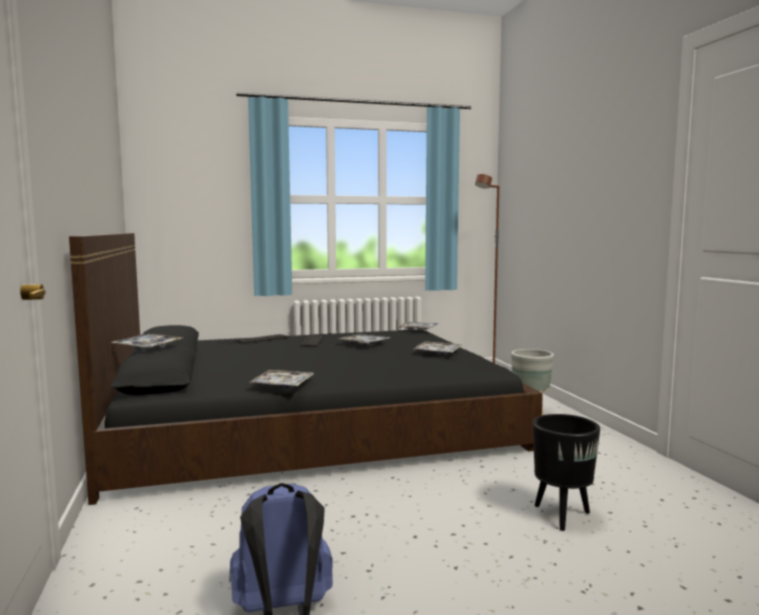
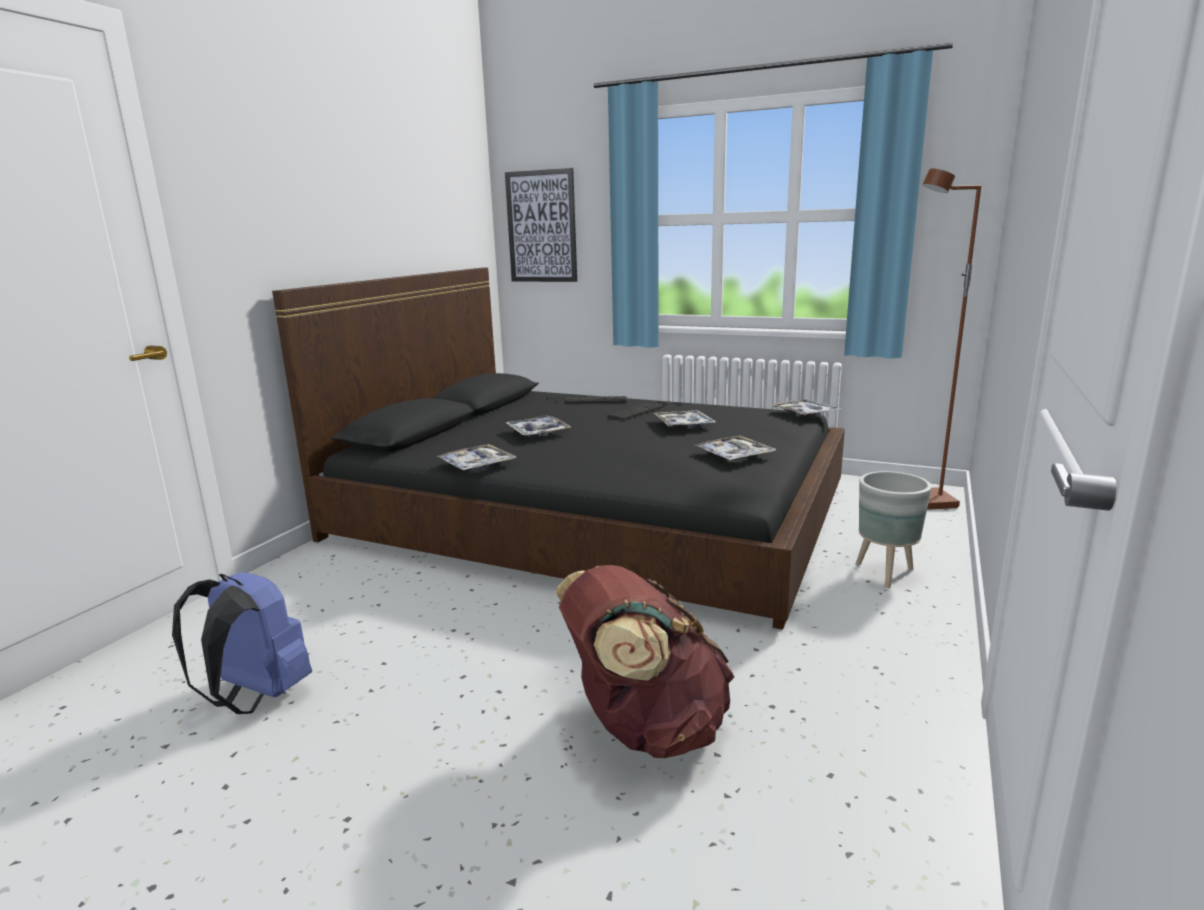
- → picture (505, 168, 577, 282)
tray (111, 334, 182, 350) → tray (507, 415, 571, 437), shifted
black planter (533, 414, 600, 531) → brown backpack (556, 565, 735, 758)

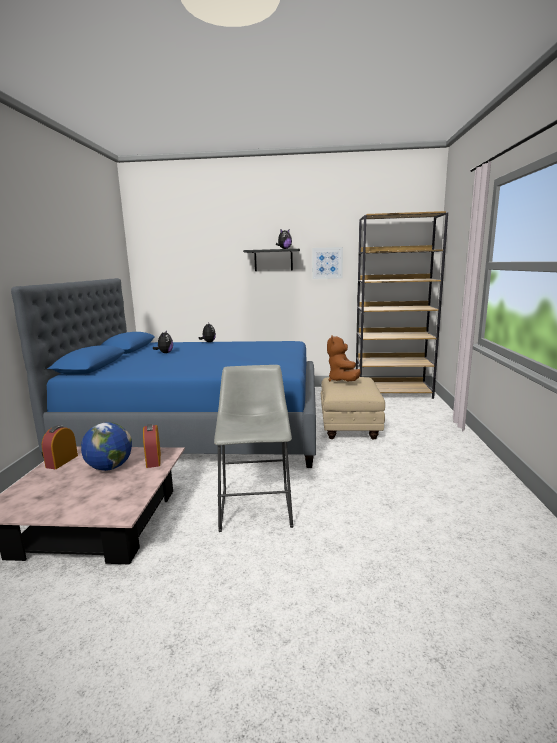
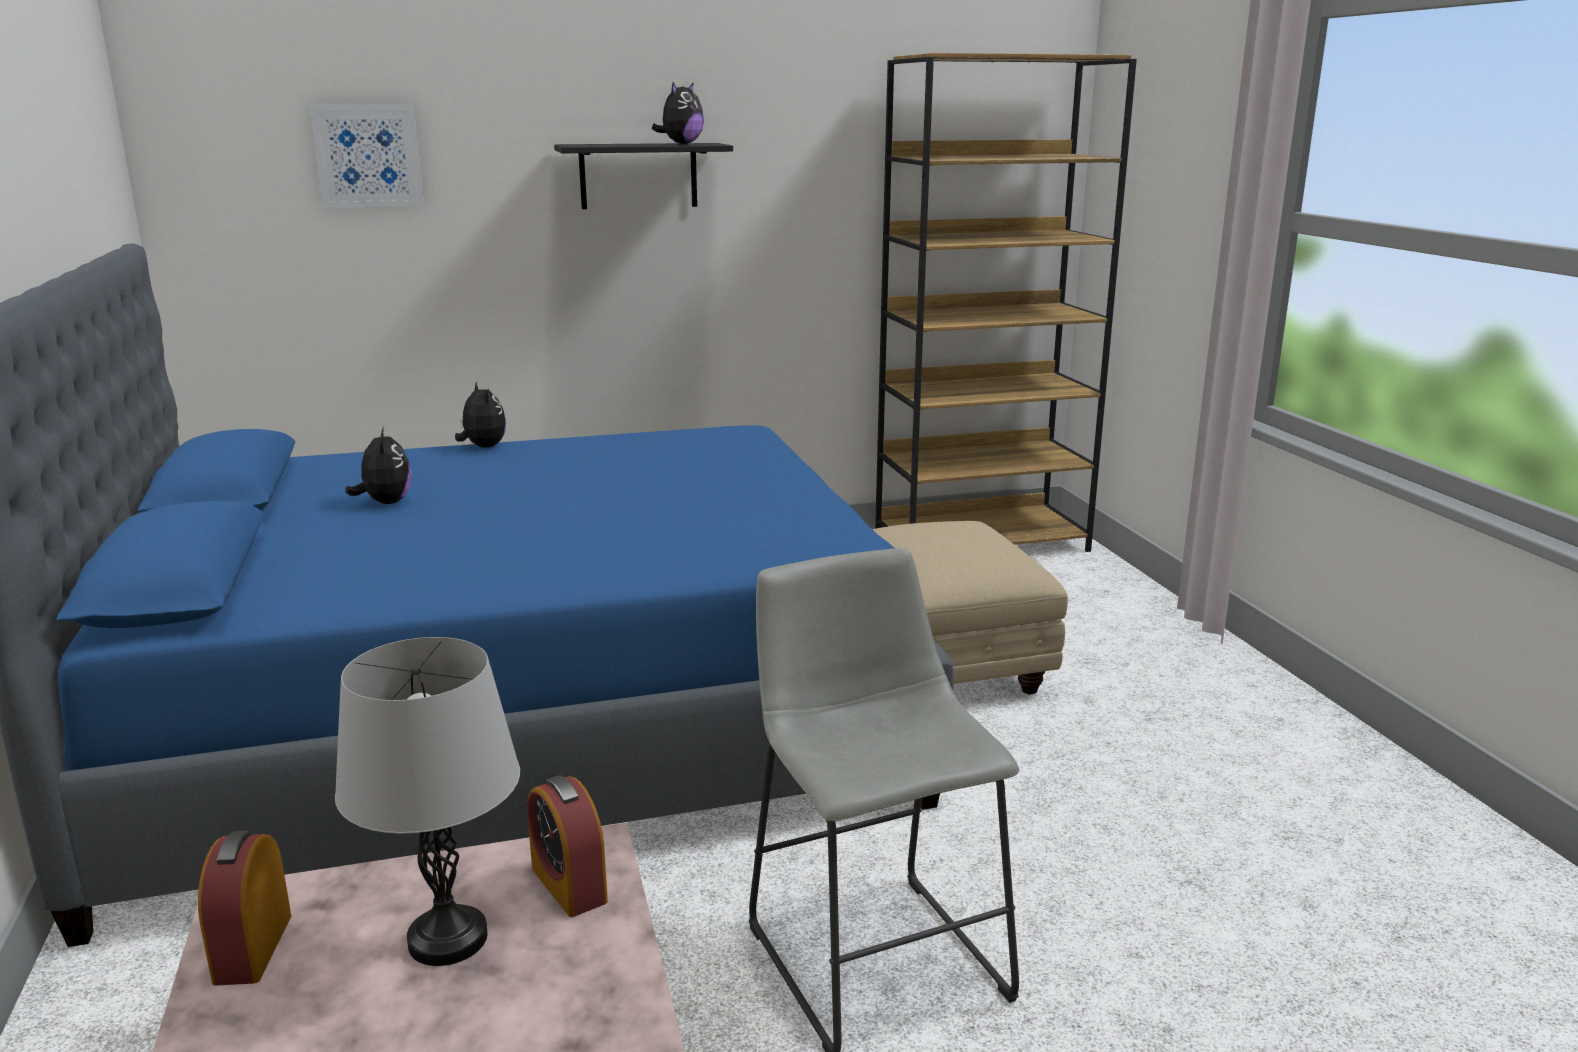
picture (312, 247, 343, 279) → picture (310, 105, 424, 208), shifted
globe (81, 422, 132, 471) → grey table lamp (335, 637, 520, 966)
brown plush toy (327, 335, 361, 381) → -

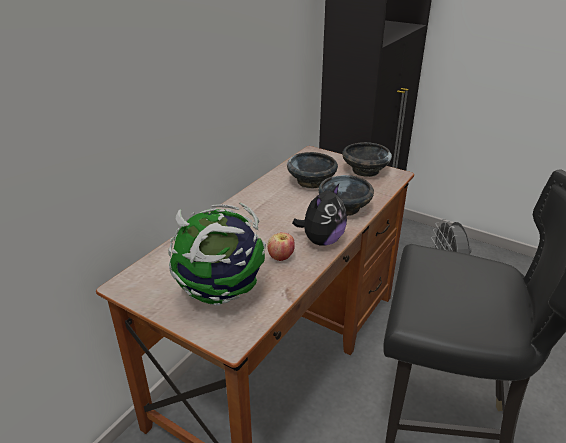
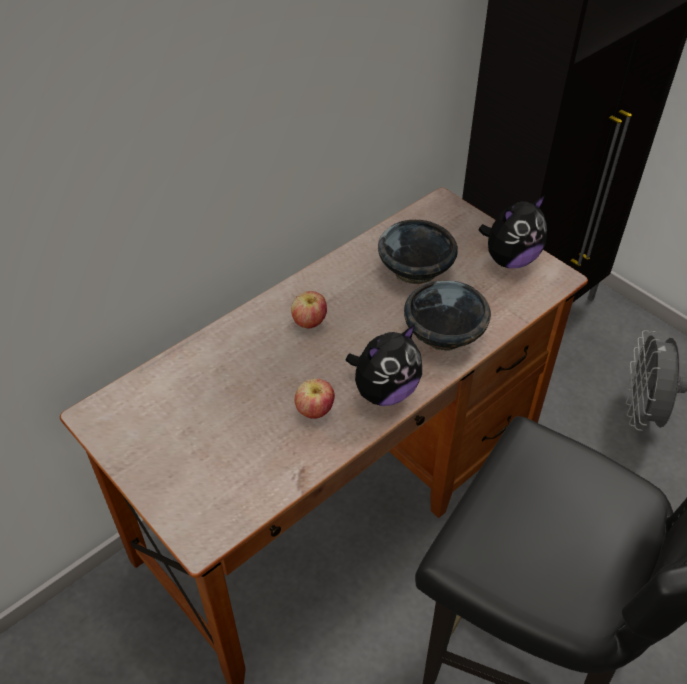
- → apple (291, 291, 327, 329)
black bowl (342, 142, 392, 177) → plush toy (478, 195, 547, 268)
globe (168, 203, 266, 306) → -

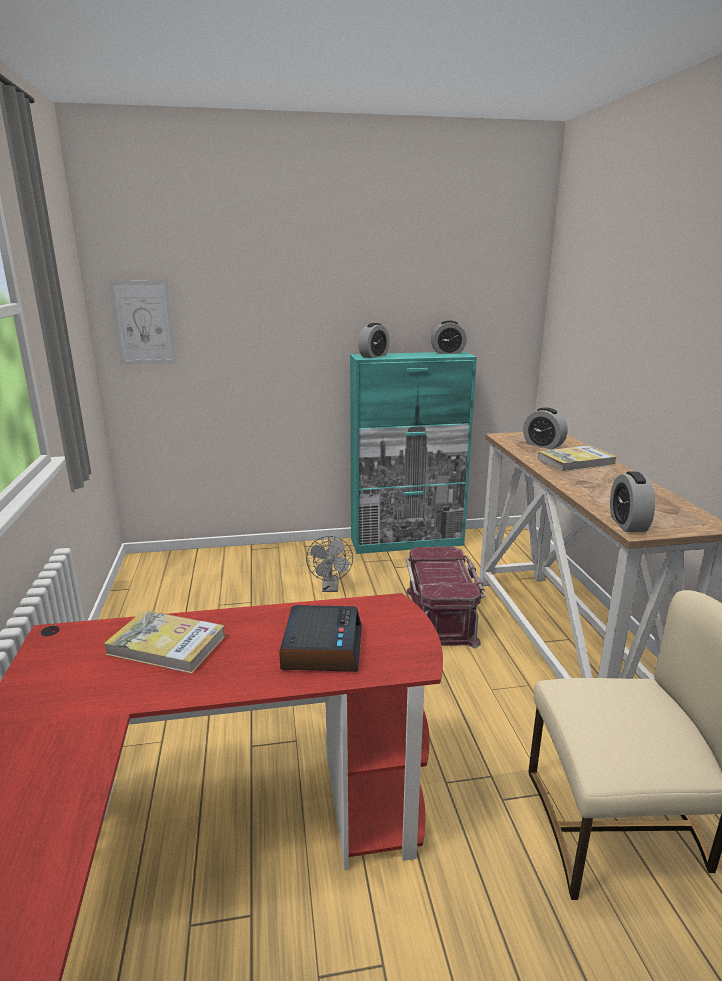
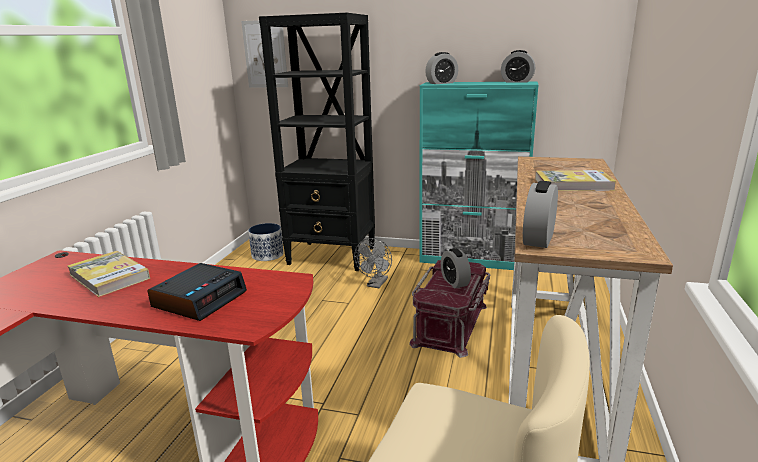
- → planter (248, 223, 284, 261)
- → black bookcase (259, 13, 375, 271)
alarm clock (523, 407, 568, 450) → alarm clock (441, 248, 471, 288), shifted

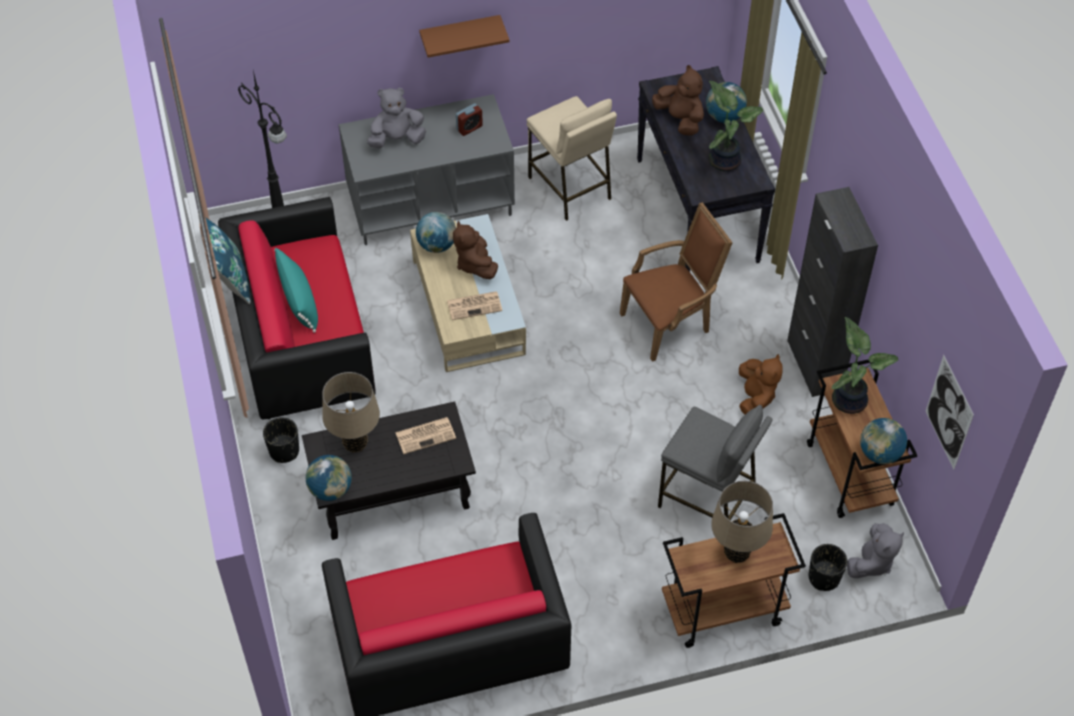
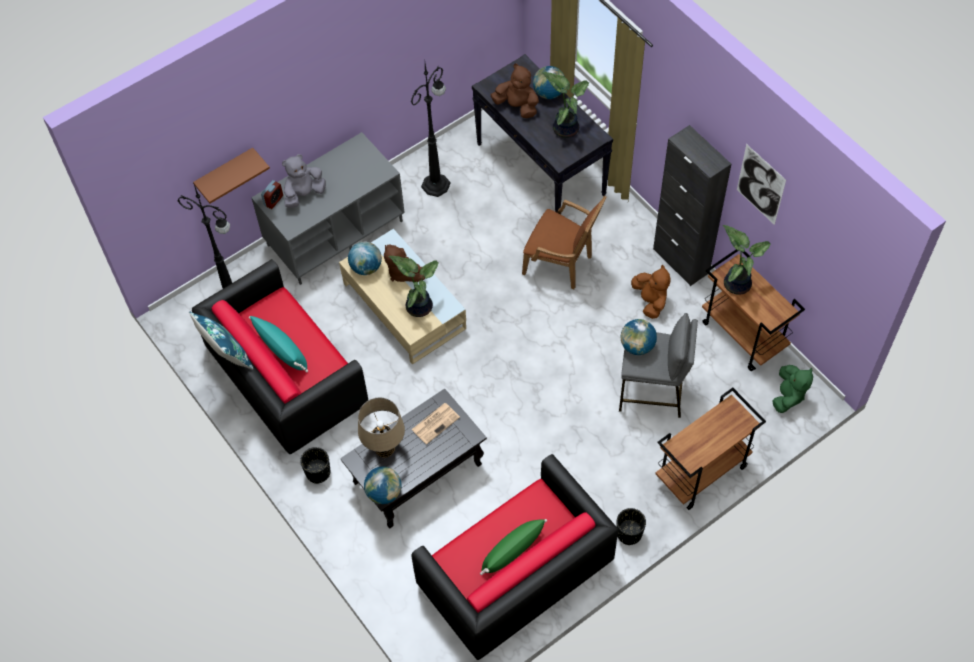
brown shelf (419, 15, 509, 58) → brown shelf (193, 148, 270, 203), shifted
alarm clock (456, 103, 483, 136) → alarm clock (261, 180, 283, 209), shifted
newspaper (447, 291, 502, 320) → potted plant (389, 256, 439, 317)
beige stool (527, 96, 617, 221) → black floor lamp (411, 63, 450, 197)
- → green pillow (480, 519, 547, 575)
brown armchair (620, 202, 733, 362) → brown armchair (522, 195, 607, 290), 75 degrees clockwise
black planter (809, 544, 847, 591) → black planter (617, 508, 646, 545), shifted
globe (860, 418, 907, 464) → globe (621, 319, 657, 355), shifted
picture (925, 355, 974, 469) → picture (737, 144, 786, 225), shifted
grey plush toy (847, 523, 904, 578) → green plush toy (772, 365, 813, 413)
beige table lamp (711, 481, 773, 563) → -

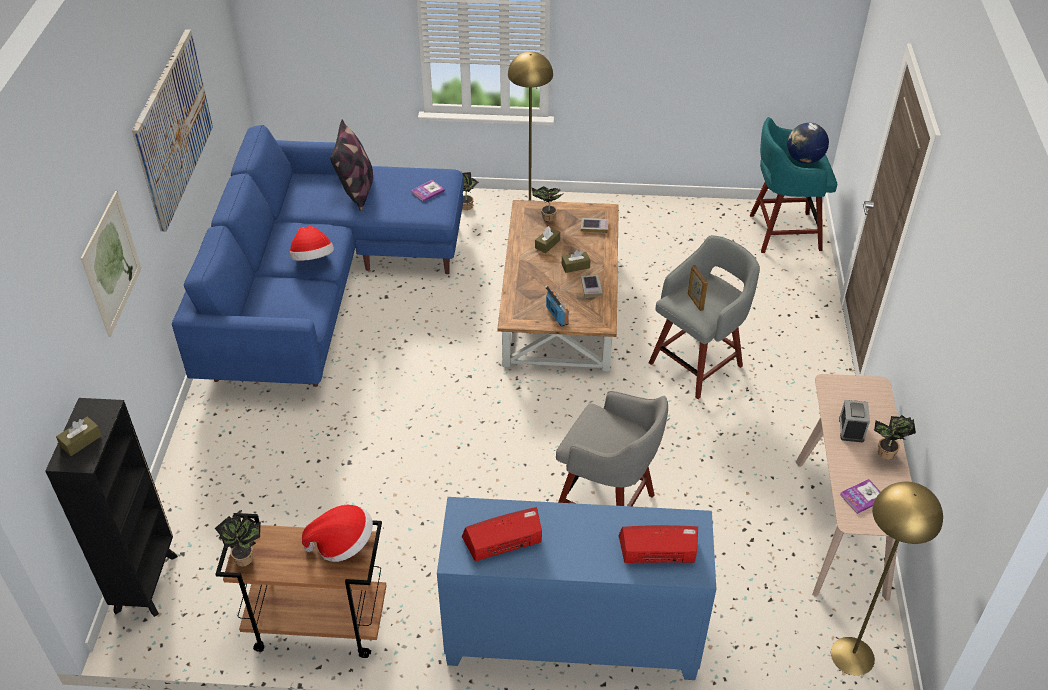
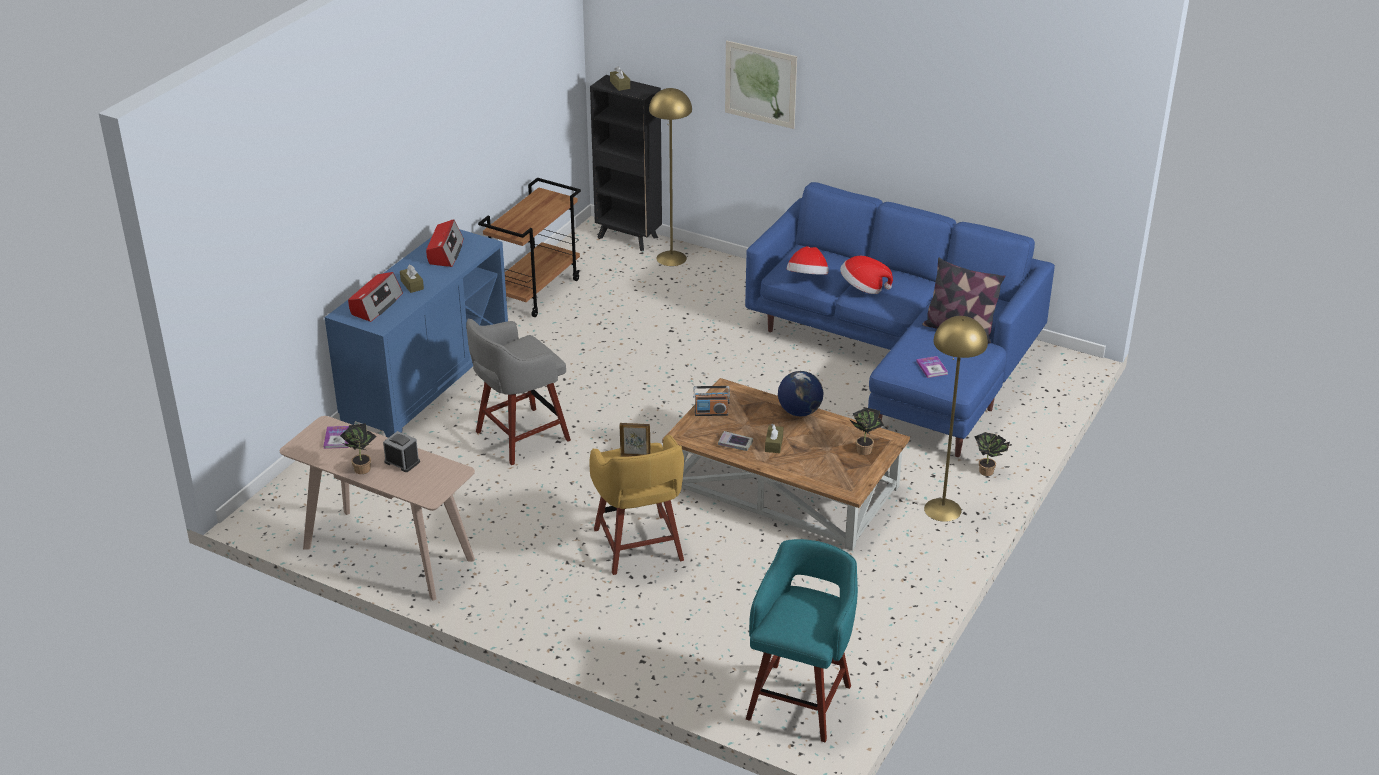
brown tissue box (535, 226, 560, 253) → brown tissue box (400, 265, 424, 293), shifted
grey stool (649, 235, 760, 399) → yellow stool (589, 435, 684, 575)
yellow floor lamp (831, 482, 943, 676) → yellow floor lamp (649, 88, 692, 266), shifted
globe (787, 123, 829, 164) → globe (778, 371, 823, 416), shifted
hat (302, 505, 373, 562) → hat (787, 246, 829, 275), shifted
picture (132, 29, 213, 232) → -
potted plant (215, 515, 261, 567) → -
book (581, 218, 608, 233) → -

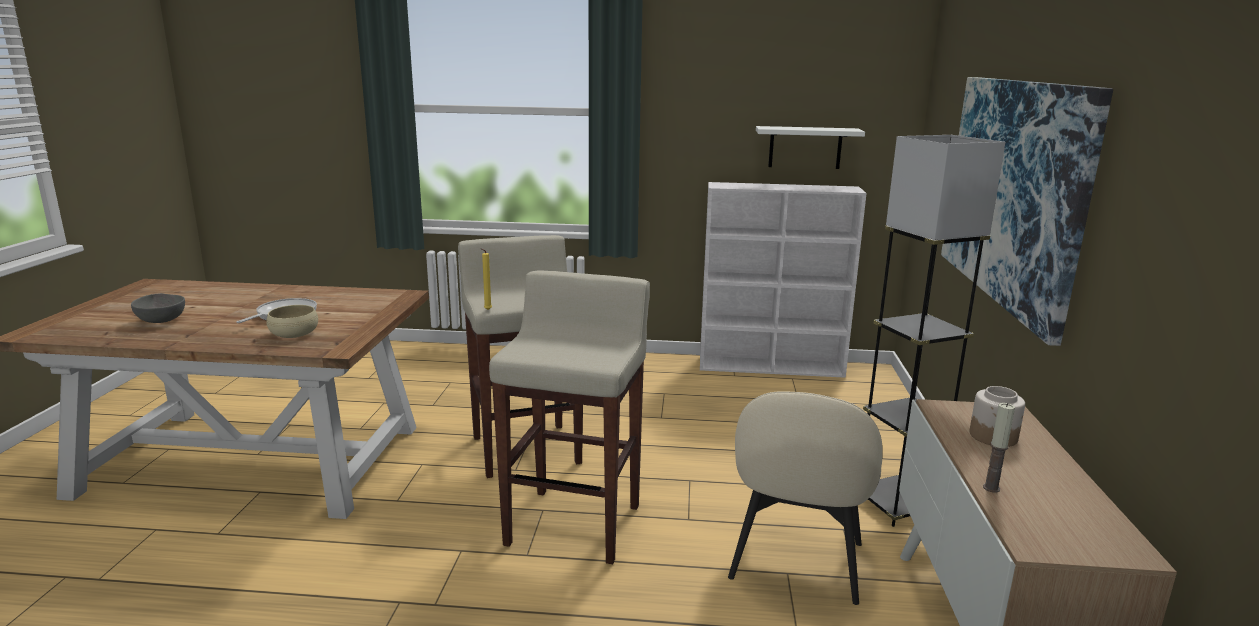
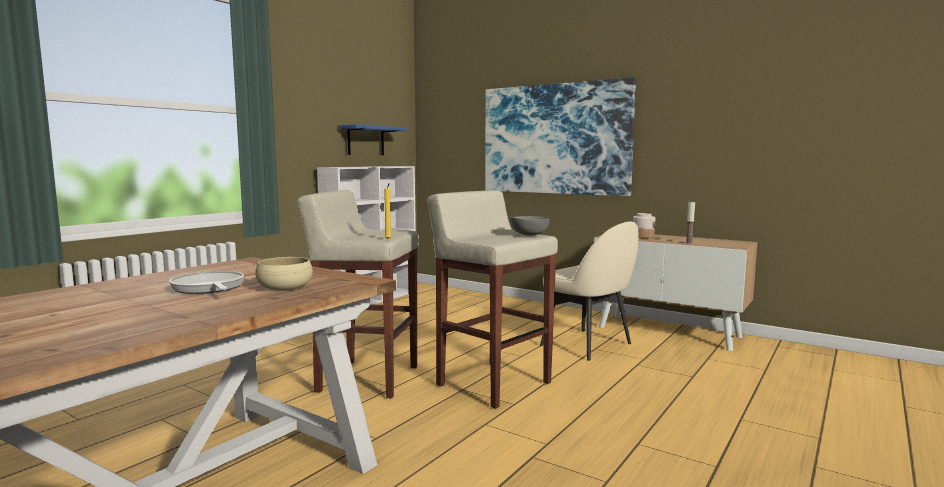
white shelf (756, 126, 865, 169) → blue shelf (339, 124, 406, 155)
grey bowl (131, 293, 185, 323) → grey bowl (510, 216, 550, 236), shifted
grey floor lamp (863, 135, 1005, 527) → -

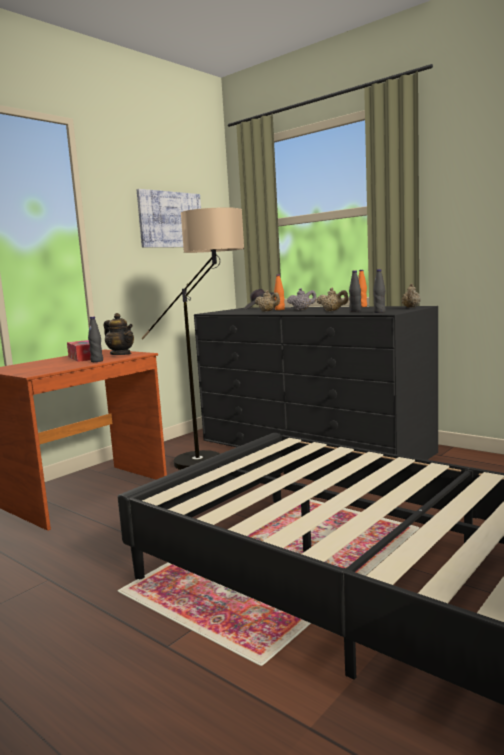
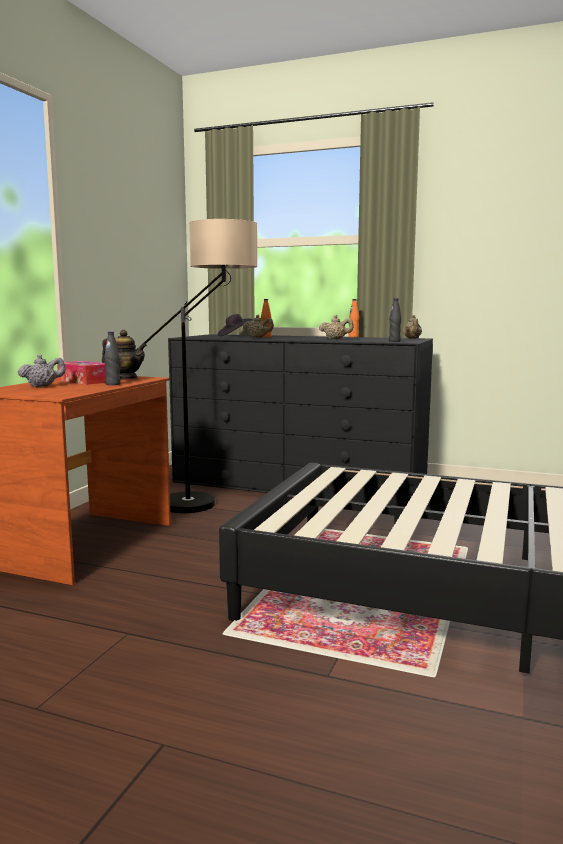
grey teapot (287, 288, 317, 310) → grey teapot (17, 354, 65, 387), shifted
picture (136, 189, 201, 248) → -
black bottle (349, 270, 361, 312) → -

